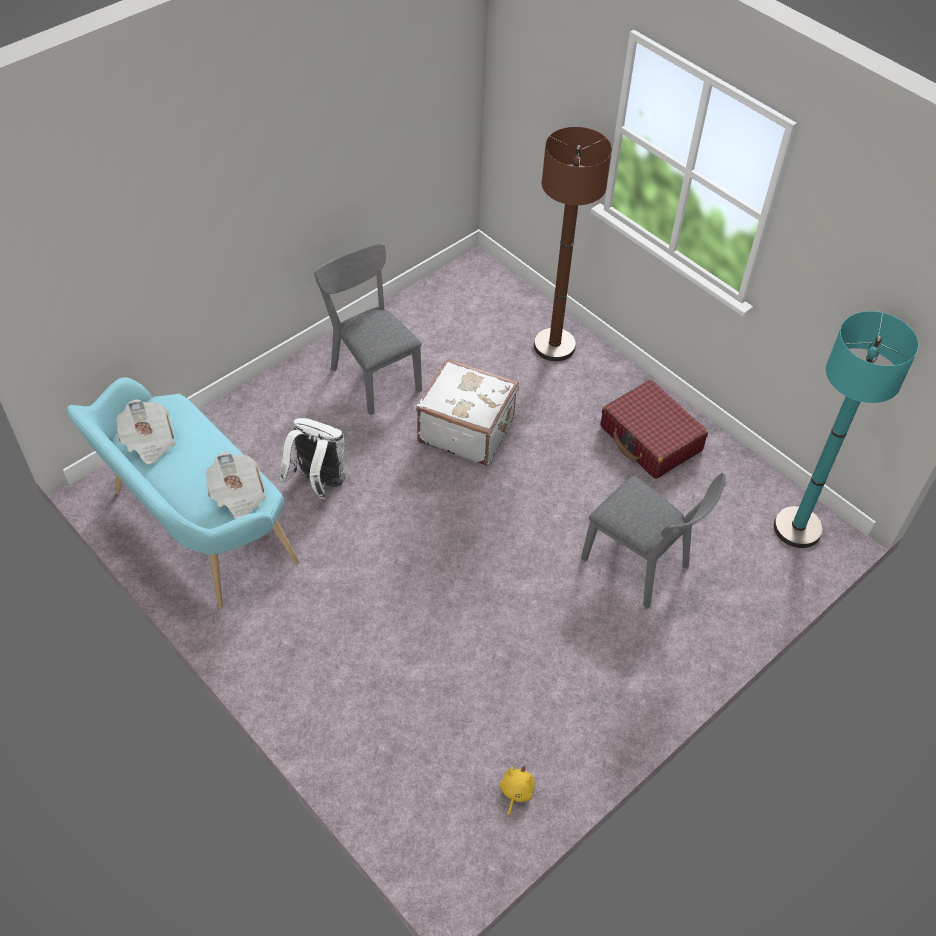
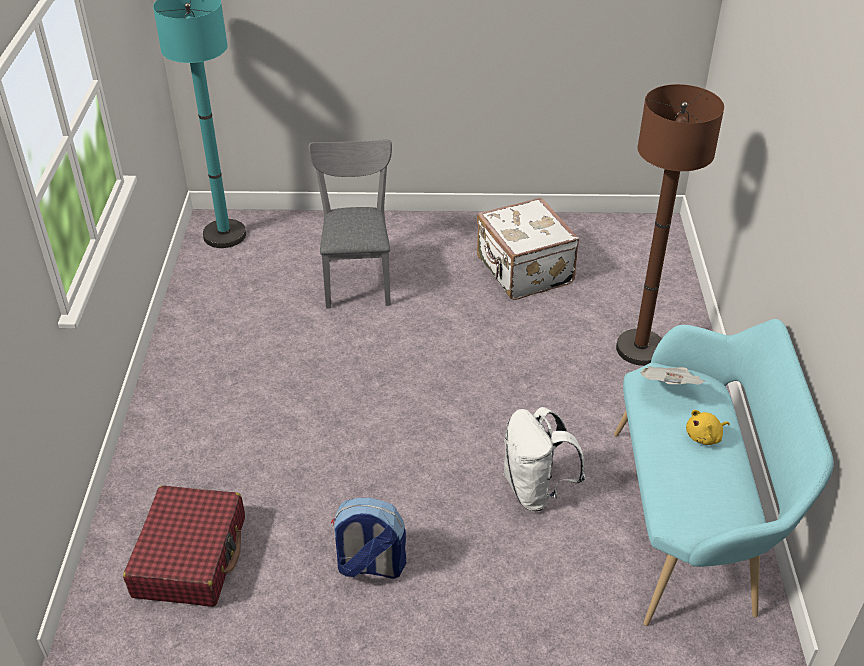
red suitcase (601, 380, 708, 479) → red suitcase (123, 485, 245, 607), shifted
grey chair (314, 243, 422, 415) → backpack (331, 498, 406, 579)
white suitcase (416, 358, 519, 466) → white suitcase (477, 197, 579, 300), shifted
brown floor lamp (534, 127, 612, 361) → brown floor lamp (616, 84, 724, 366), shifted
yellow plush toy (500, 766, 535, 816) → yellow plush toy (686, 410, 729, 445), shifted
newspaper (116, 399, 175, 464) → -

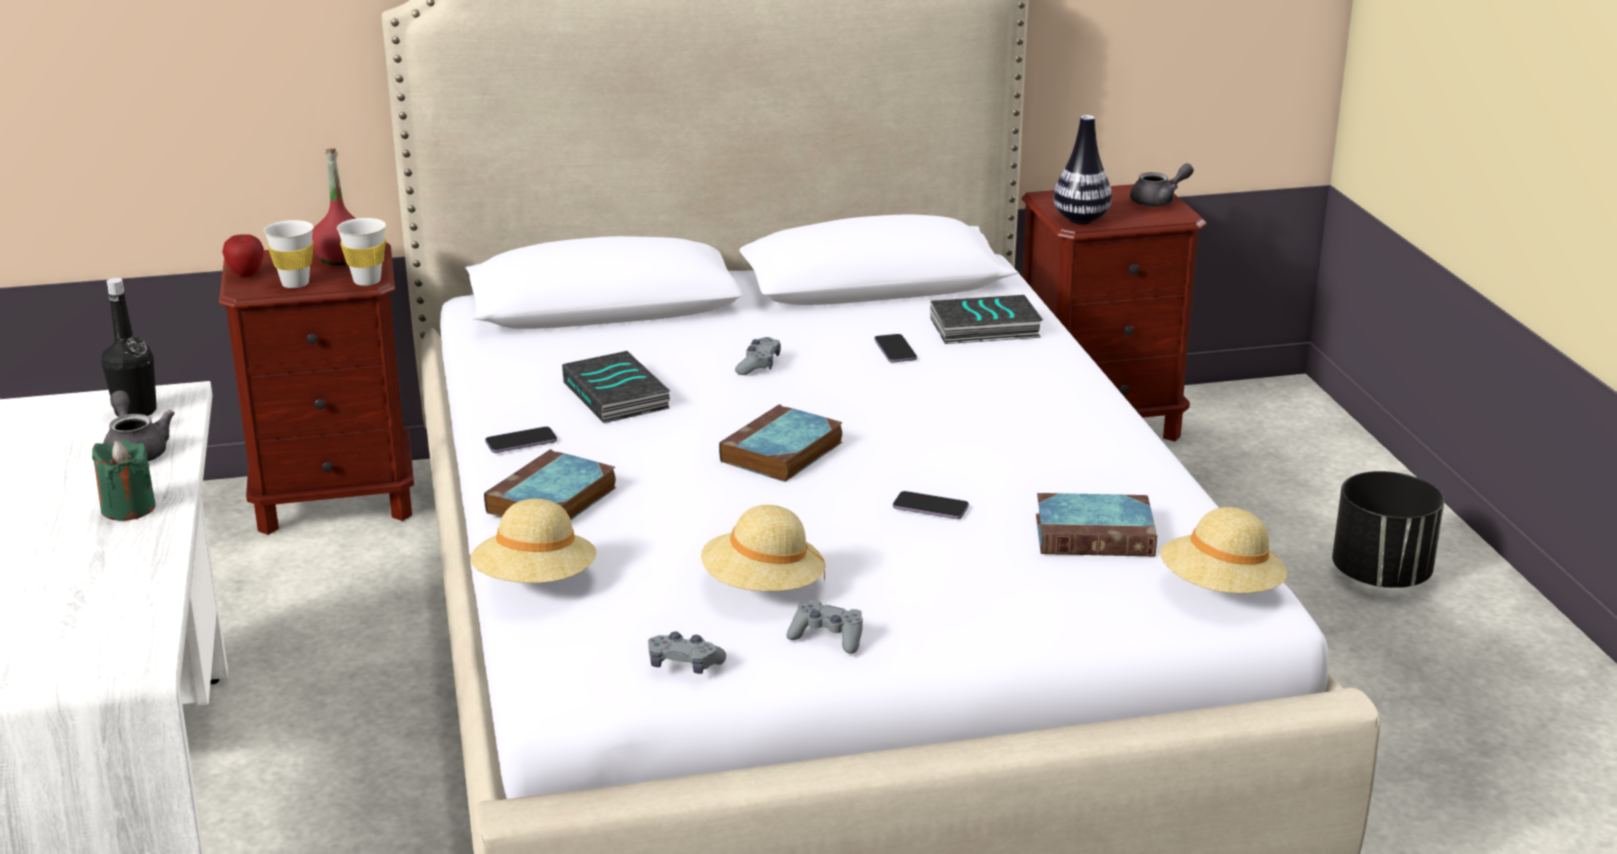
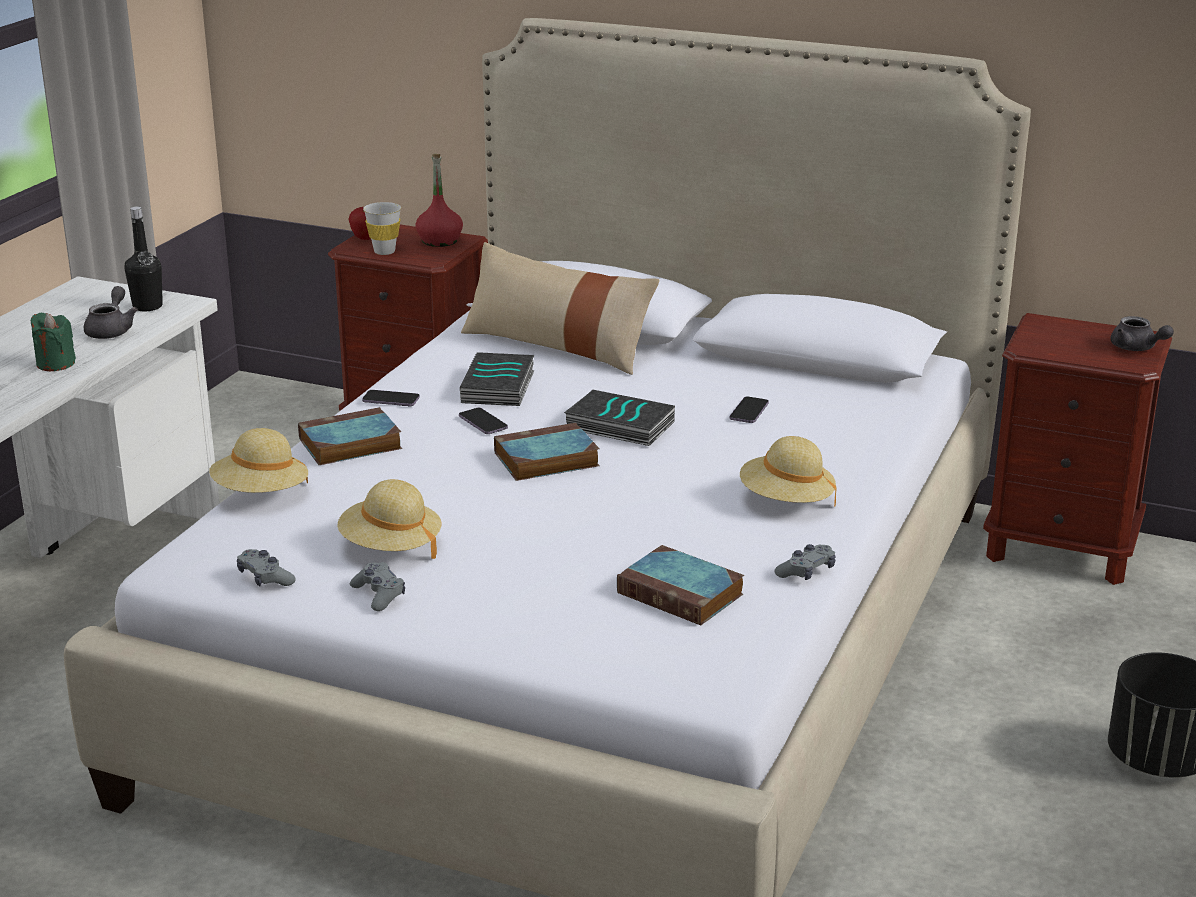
phone (893, 491, 969, 519) → phone (459, 408, 508, 434), shifted
- → beige pillow (461, 242, 660, 375)
book (930, 295, 1043, 344) → book (564, 390, 675, 446), shifted
beige hat (1160, 507, 1287, 593) → beige hat (740, 436, 837, 507), shifted
grey game controller (735, 337, 781, 375) → grey game controller (774, 544, 836, 580), shifted
grey teapot (1130, 163, 1194, 207) → grey teapot (1111, 316, 1174, 351), 45 degrees clockwise
white cup (337, 218, 386, 286) → -
vase (1054, 115, 1112, 224) → -

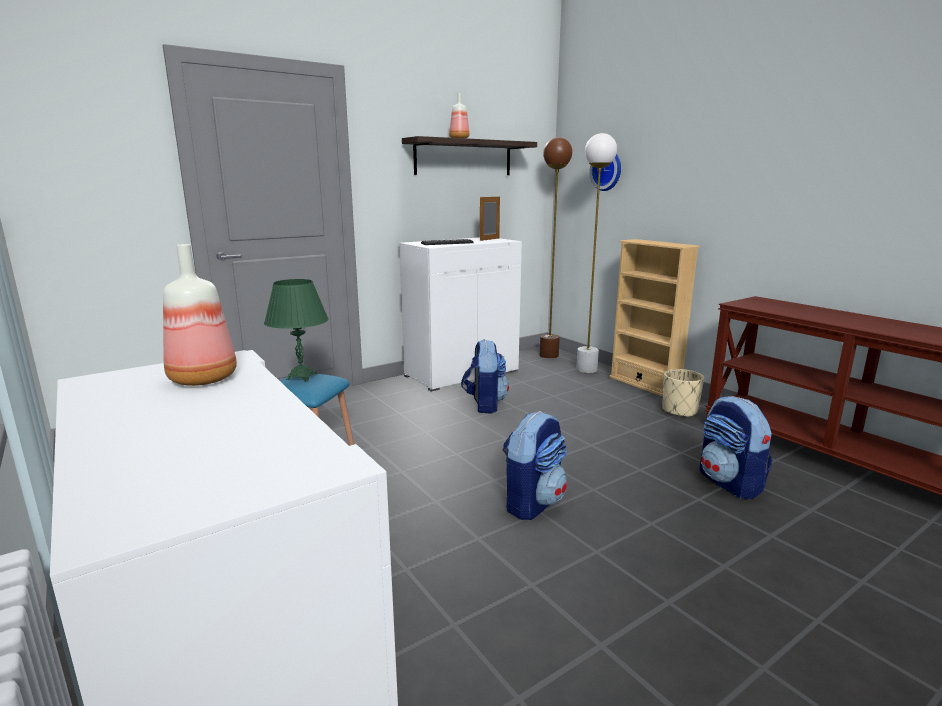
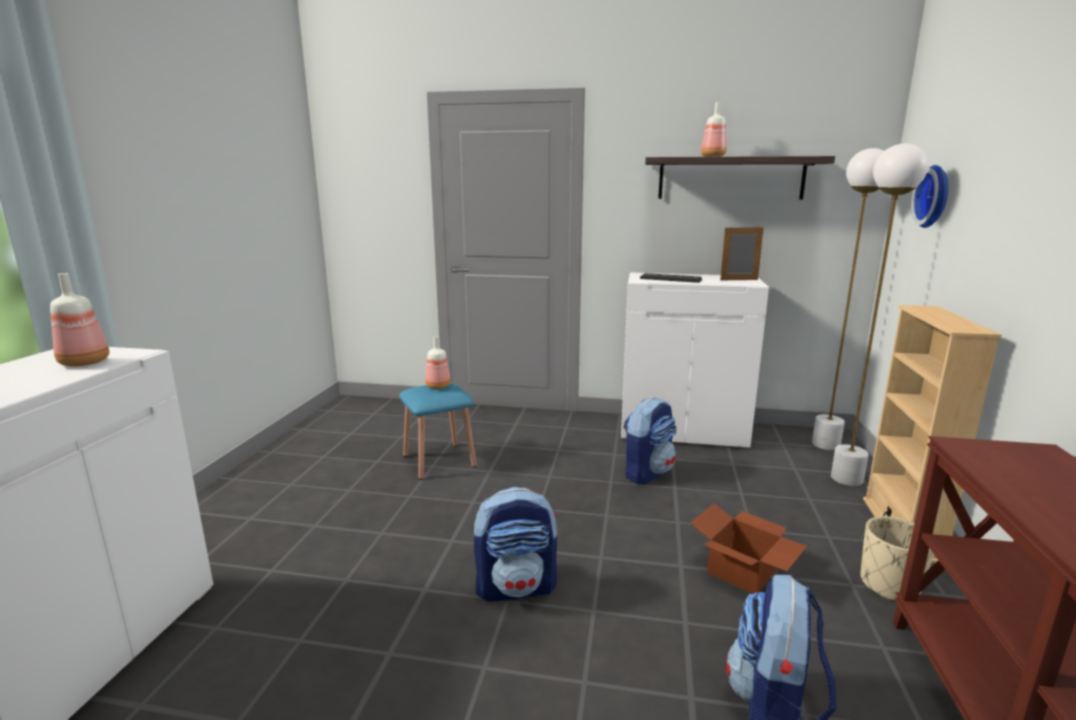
green table lamp (264, 279, 329, 381) → bottle (425, 336, 451, 389)
- → cardboard box (691, 503, 807, 594)
brown floor lamp (540, 137, 573, 359) → white floor lamp (812, 148, 884, 450)

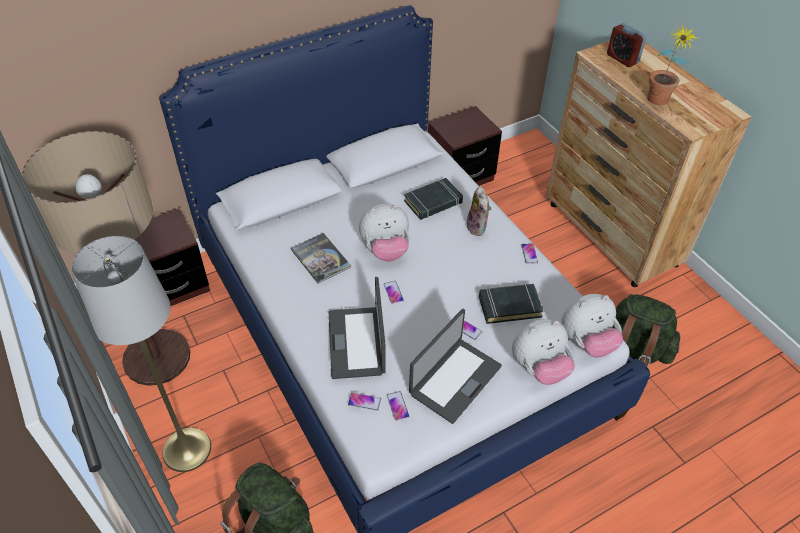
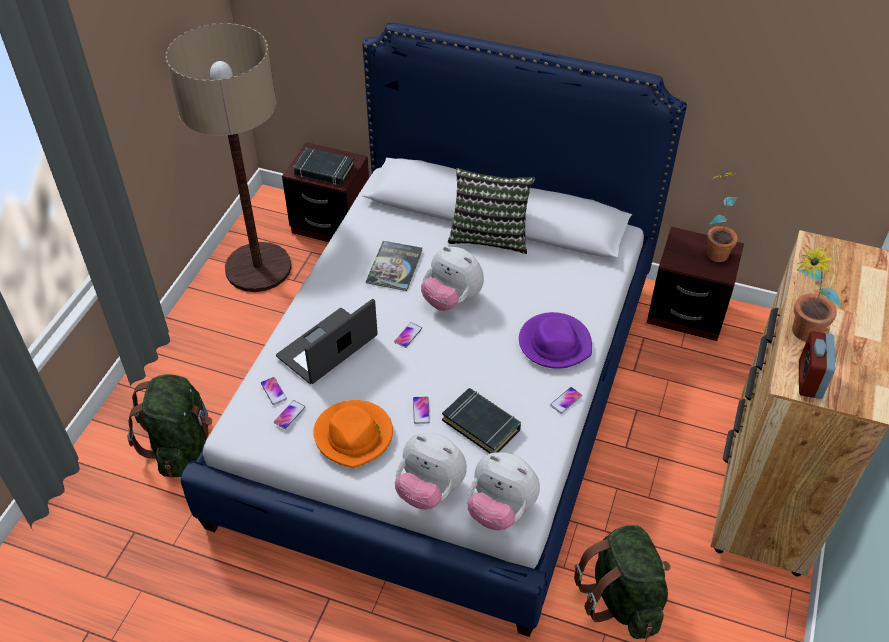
black book (404, 178, 463, 220) → black book (294, 148, 355, 185), shifted
laptop (409, 309, 502, 424) → orange hat (313, 400, 393, 468)
- → pillow (448, 168, 535, 254)
plush toy (467, 186, 492, 236) → purple hat (519, 312, 592, 369)
- → potted plant (707, 172, 738, 262)
alarm clock (607, 23, 646, 67) → alarm clock (799, 331, 835, 399), shifted
grey floor lamp (72, 236, 211, 472) → -

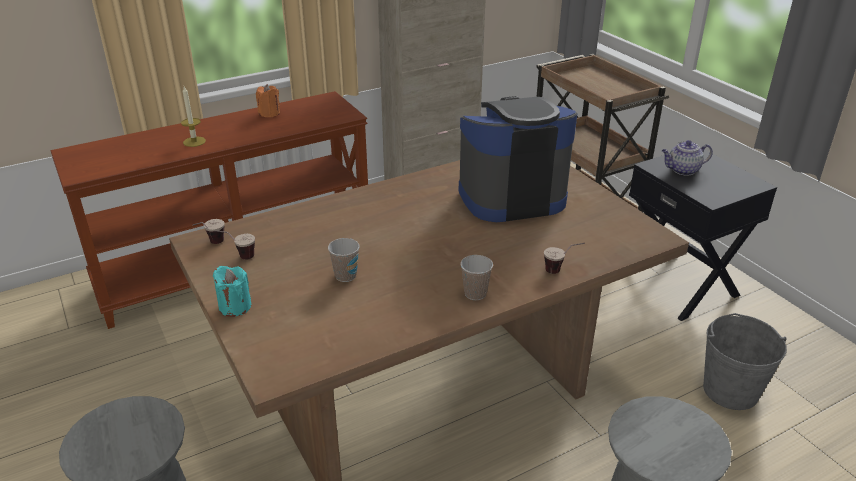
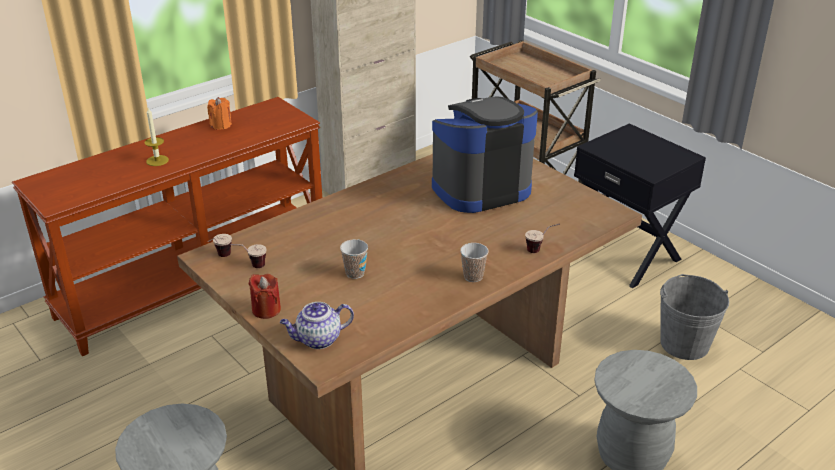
turquoise candle (213, 266, 251, 317) → red candle (249, 274, 281, 319)
teapot (662, 140, 713, 176) → teapot (280, 302, 354, 349), shifted

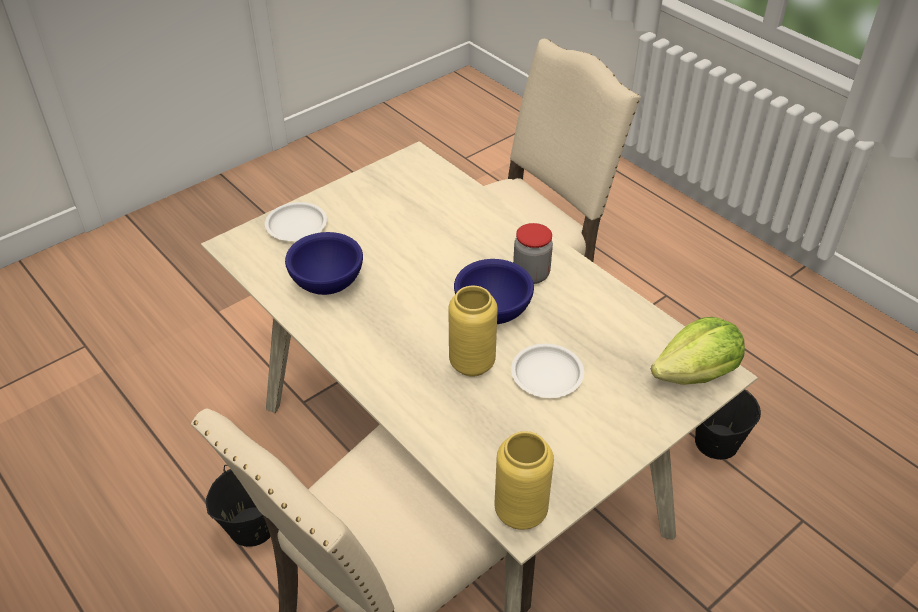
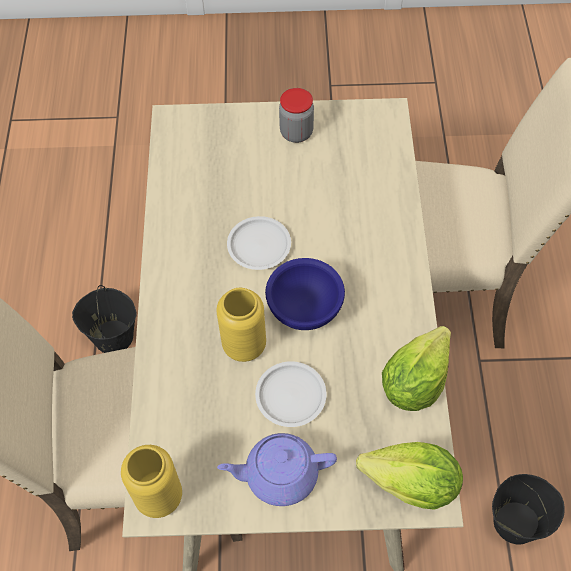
- → purple teapot (217, 433, 337, 506)
white plate (265, 202, 327, 241) → white plate (227, 216, 291, 270), shifted
jar (513, 223, 553, 284) → jar (279, 88, 314, 143), shifted
- → lettuce (382, 326, 451, 411)
blue bowl (285, 232, 363, 295) → -

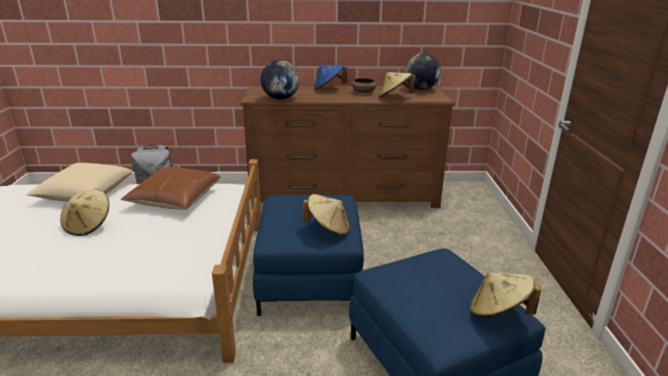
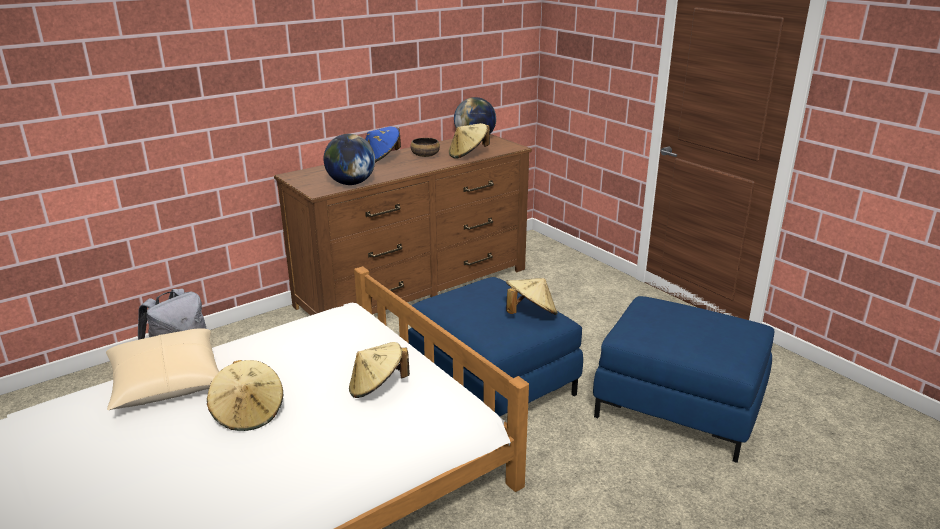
beige hat (470, 272, 541, 318) → beige hat (349, 342, 410, 398), shifted
brown pillow (120, 167, 221, 210) → -

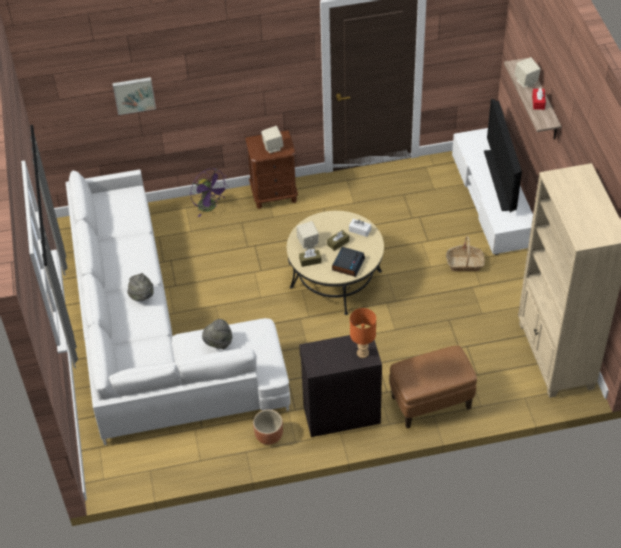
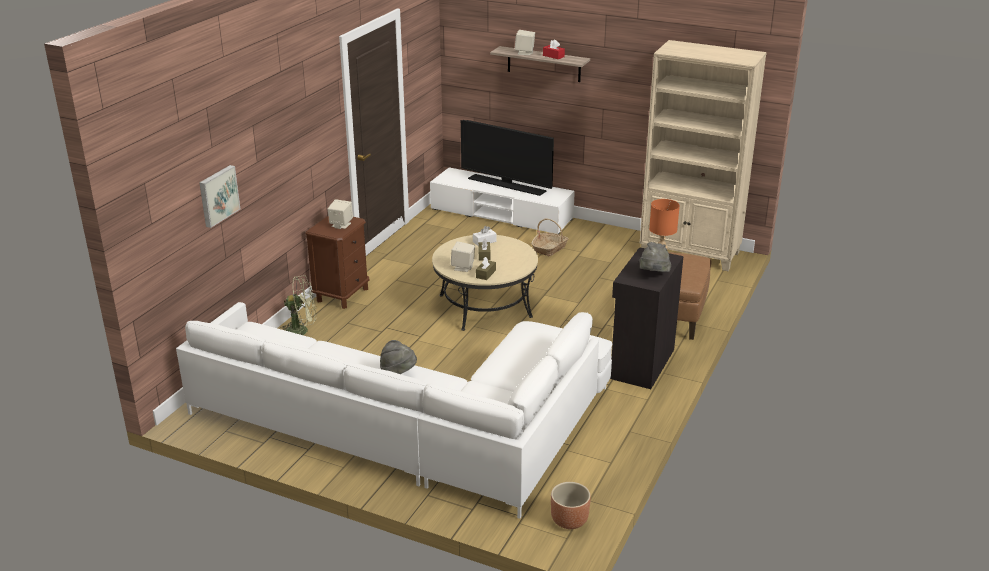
purple fan (190, 169, 229, 217) → green fan (279, 275, 316, 335)
brown planter (253, 410, 283, 445) → brown planter (551, 482, 591, 529), shifted
grey hat (202, 319, 233, 349) → grey hat (640, 242, 671, 272), shifted
alarm clock (332, 247, 365, 277) → -

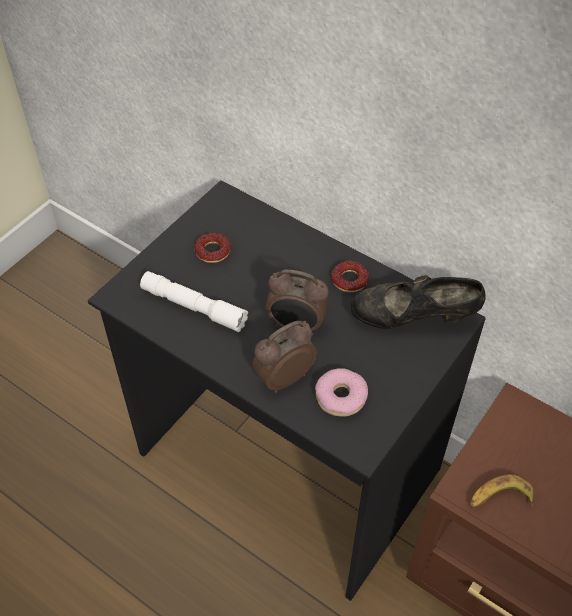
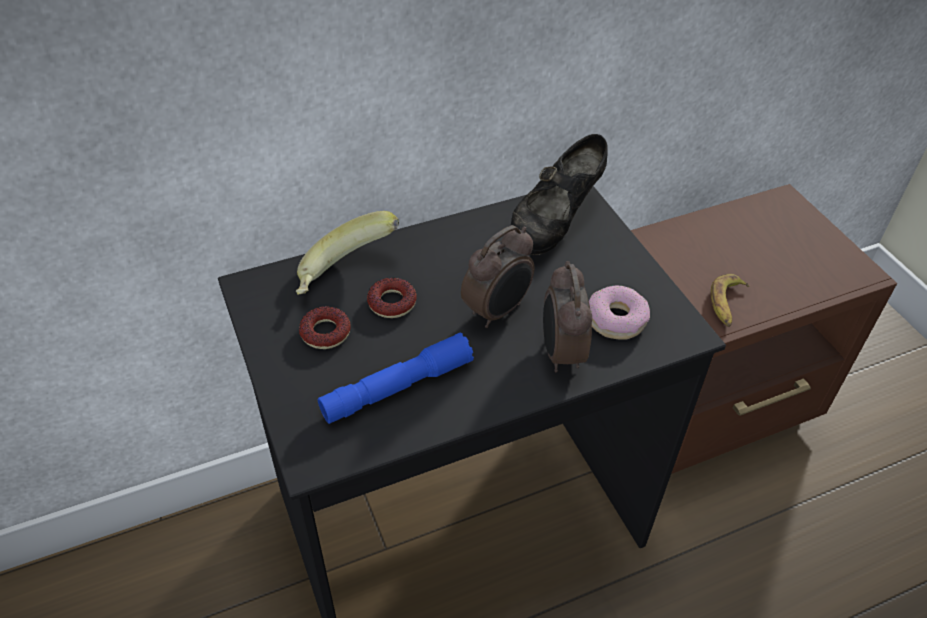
- → banana (296, 211, 399, 295)
white flashlight (140, 271, 248, 332) → blue flashlight (318, 332, 474, 424)
donut (331, 261, 369, 292) → donut (367, 278, 417, 318), shifted

